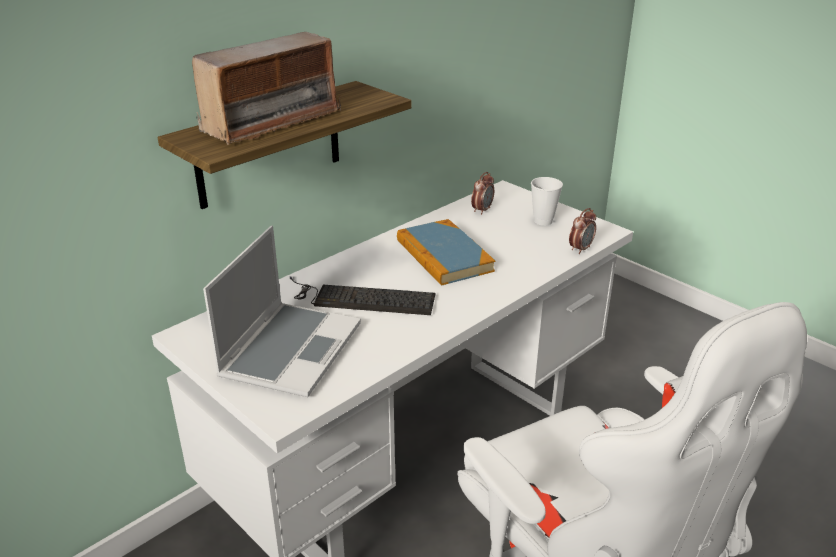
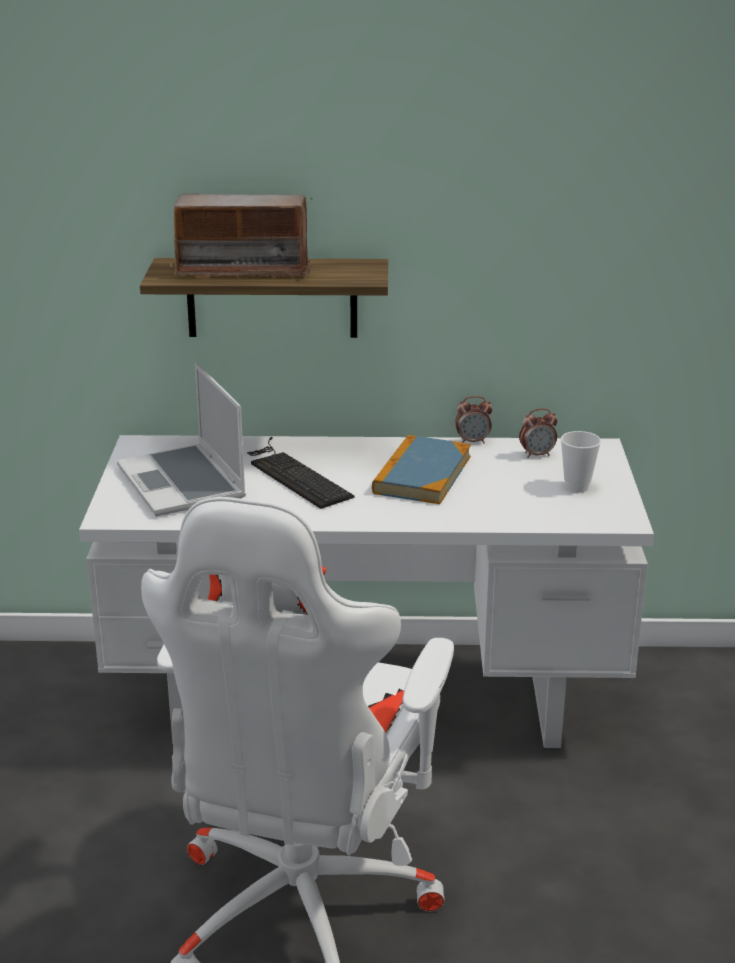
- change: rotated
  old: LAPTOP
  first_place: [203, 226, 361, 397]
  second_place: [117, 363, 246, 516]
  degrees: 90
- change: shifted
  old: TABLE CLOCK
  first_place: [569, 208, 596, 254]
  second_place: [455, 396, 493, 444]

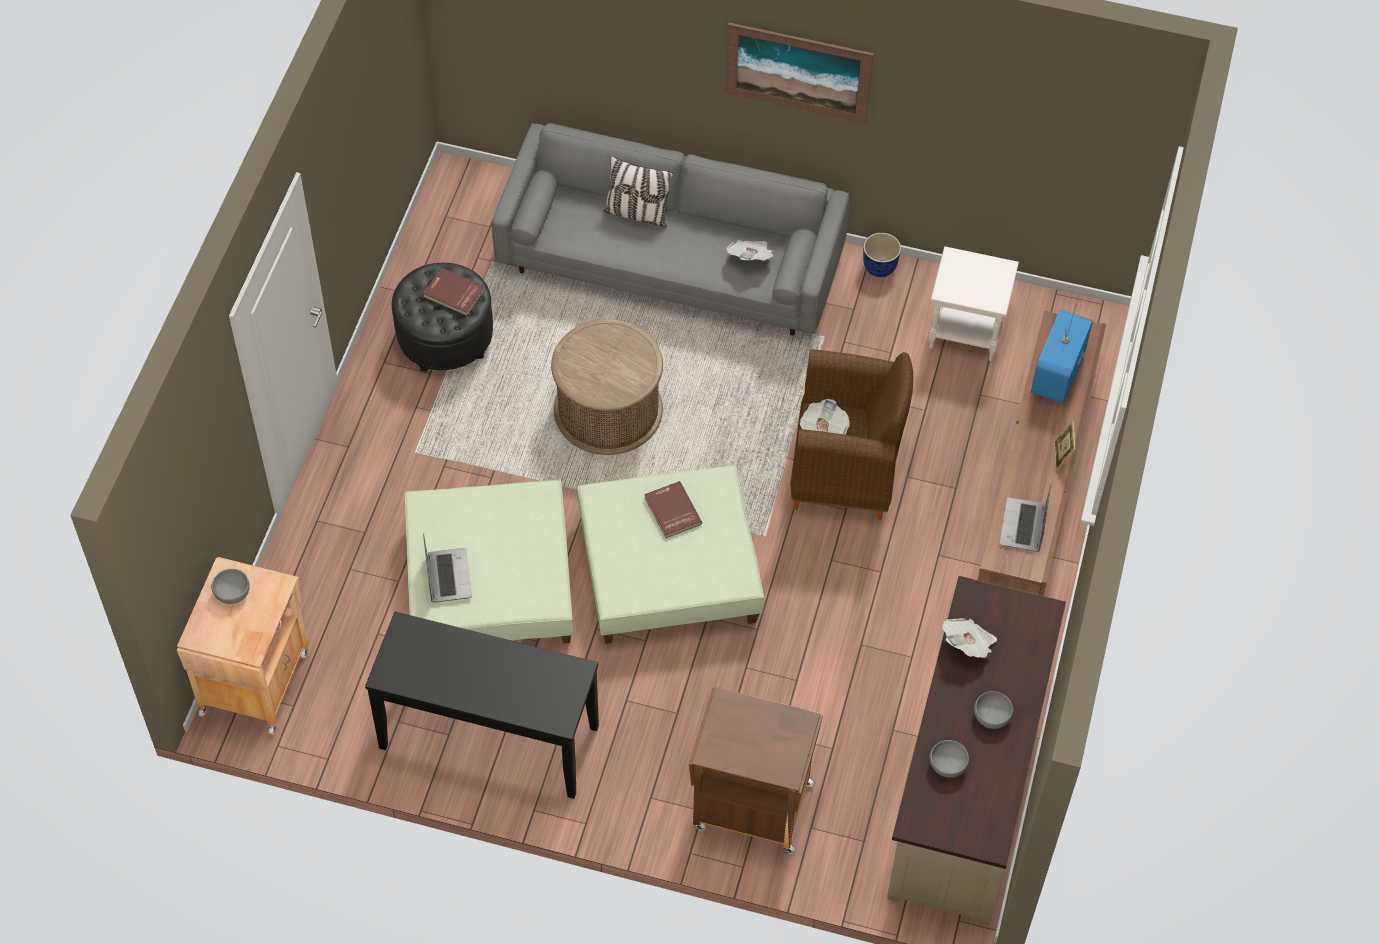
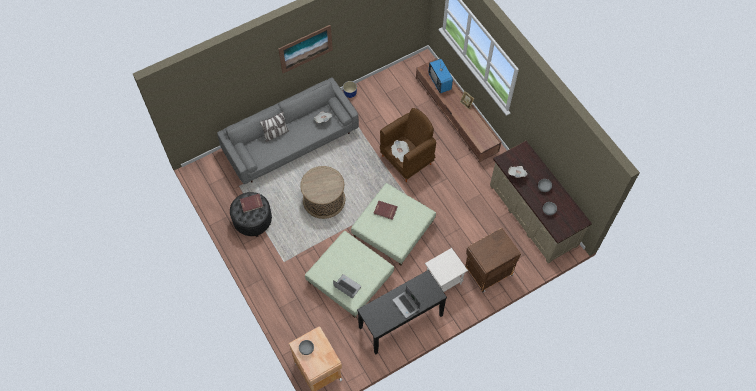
- change: shifted
  old: WHITE-COLOURED SIDE TABLE
  first_place: [929, 246, 1019, 361]
  second_place: [425, 248, 468, 292]
- change: shifted
  old: LAPTOP
  first_place: [1000, 484, 1051, 552]
  second_place: [393, 285, 420, 318]

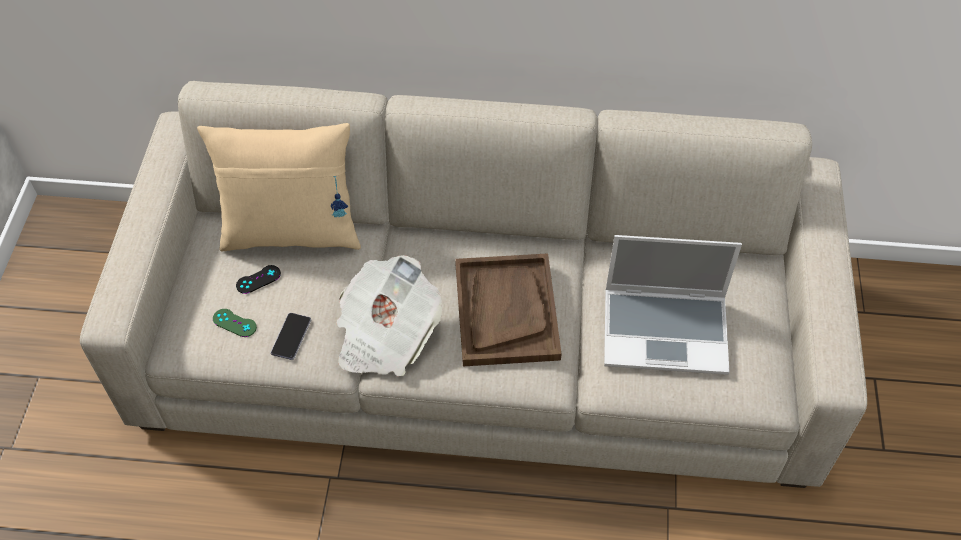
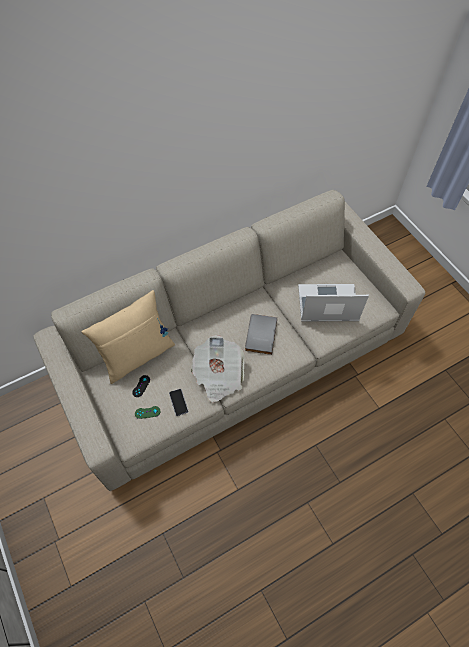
- change: swapped
  old: BROWN CARRYING TRAY
  new: GRAY BOOK
  first_place: [455, 253, 562, 366]
  second_place: [245, 314, 277, 355]
- change: rotated
  old: LAPTOP
  first_place: [604, 235, 742, 375]
  second_place: [298, 284, 369, 322]
  degrees: -150

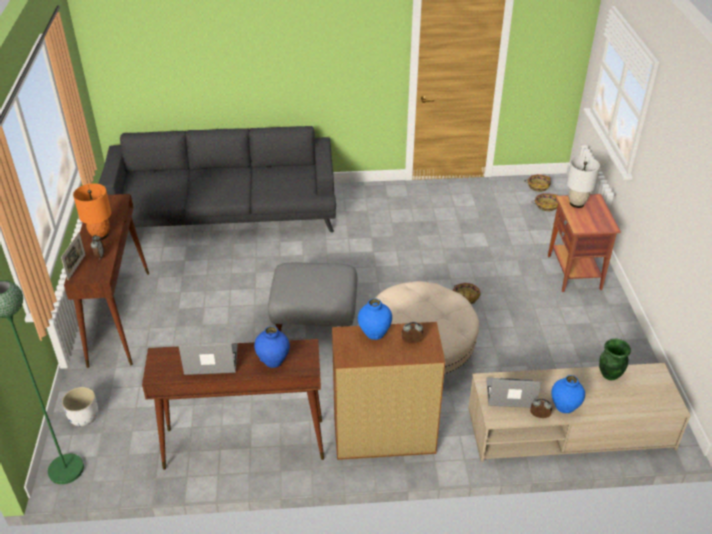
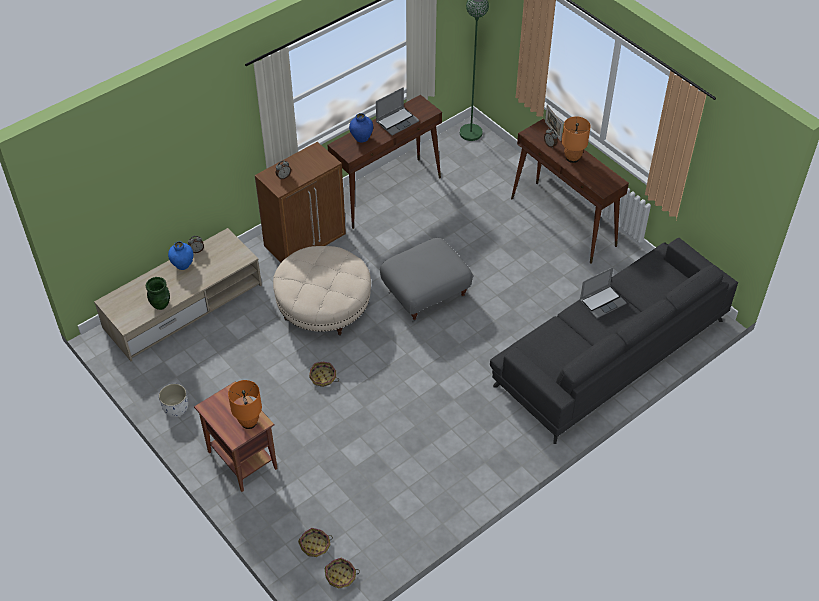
- change: shifted
  old: WHITE-COLOURED FLOWER POT
  first_place: [62, 387, 98, 426]
  second_place: [159, 384, 188, 417]
- change: gone
  old: BLUE FLOWER VASE
  first_place: [358, 299, 392, 340]
- change: shifted
  old: LAPTOP
  first_place: [486, 378, 541, 408]
  second_place: [580, 267, 626, 319]
- change: repainted
  old: WHITE-COLOURED TABLE LAMP
  new: ORANGE-COLOURED TABLE LAMP
  first_place: [567, 156, 600, 208]
  second_place: [228, 380, 262, 429]

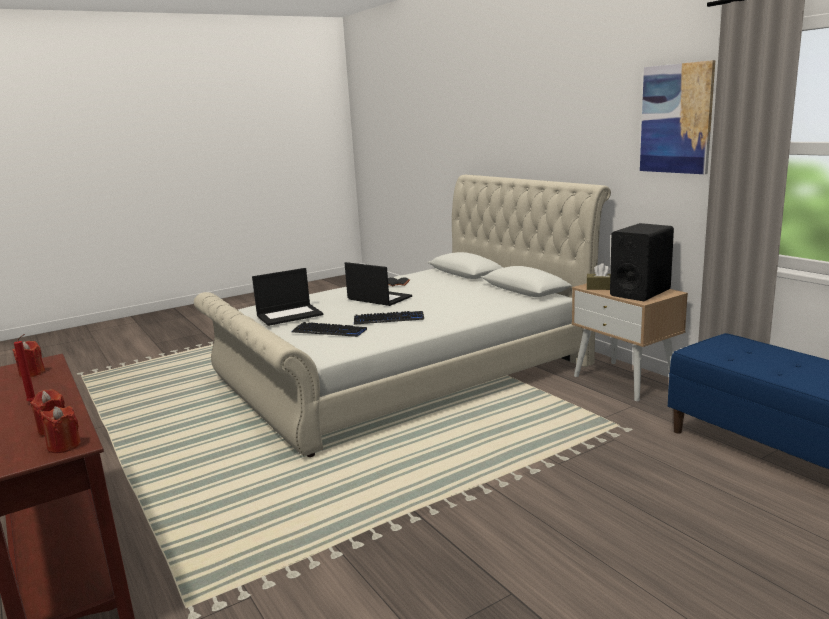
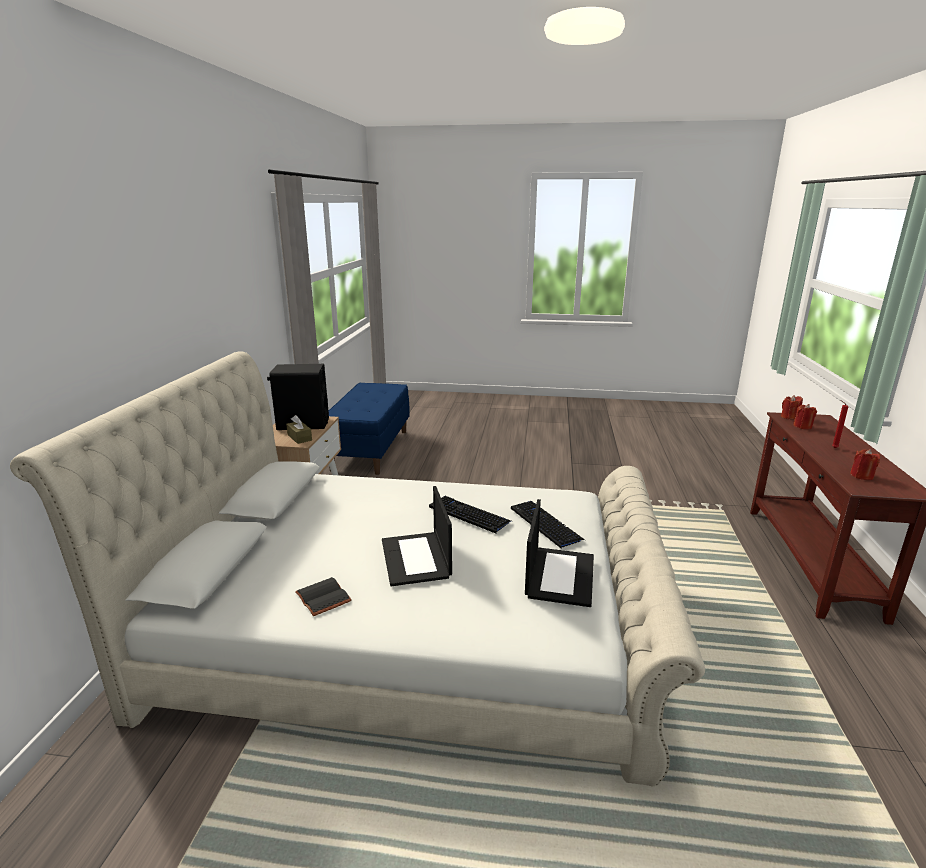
- change: rotated
  old: LAPTOP
  first_place: [252, 268, 323, 326]
  second_place: [525, 499, 594, 607]
  degrees: 90
- change: gone
  old: WALL PICTURE
  first_place: [640, 60, 715, 174]

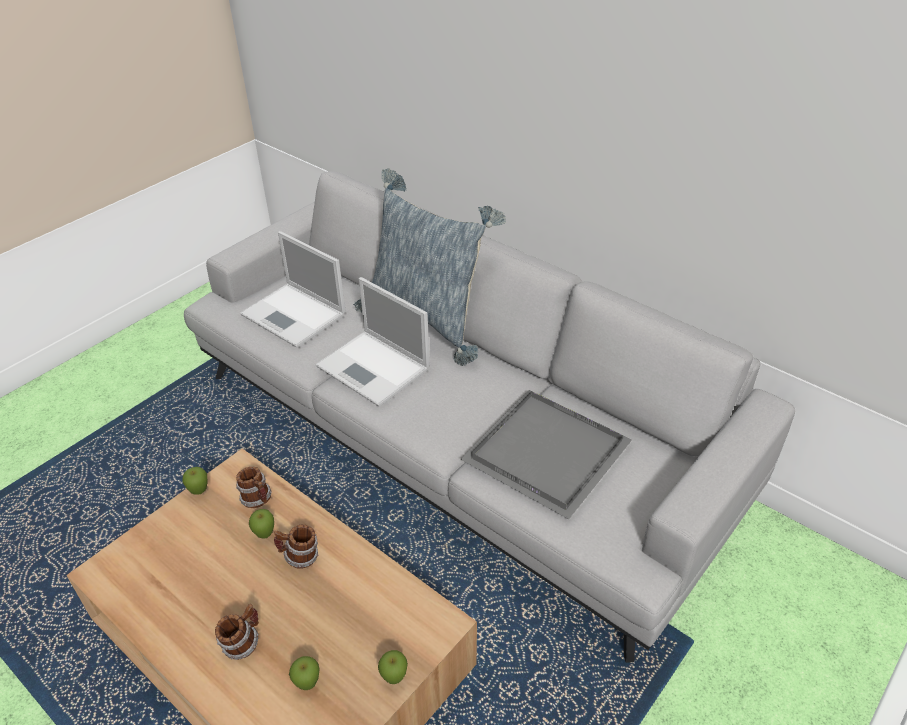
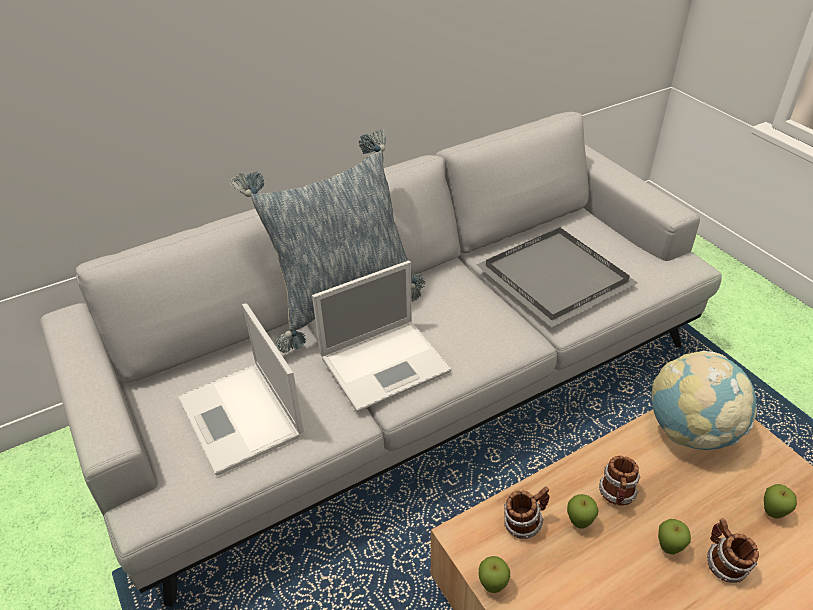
- change: rotated
  old: LAPTOP
  first_place: [240, 231, 346, 348]
  second_place: [178, 304, 304, 476]
  degrees: 90
- change: shifted
  old: WHOLE APPLE
  first_place: [378, 650, 408, 684]
  second_place: [658, 519, 691, 554]
- change: new
  new: GLOBE
  second_place: [652, 351, 757, 450]

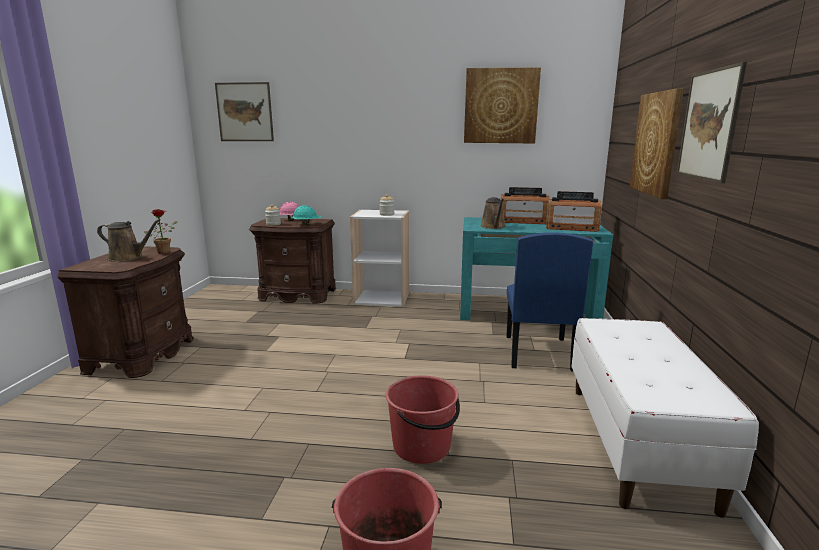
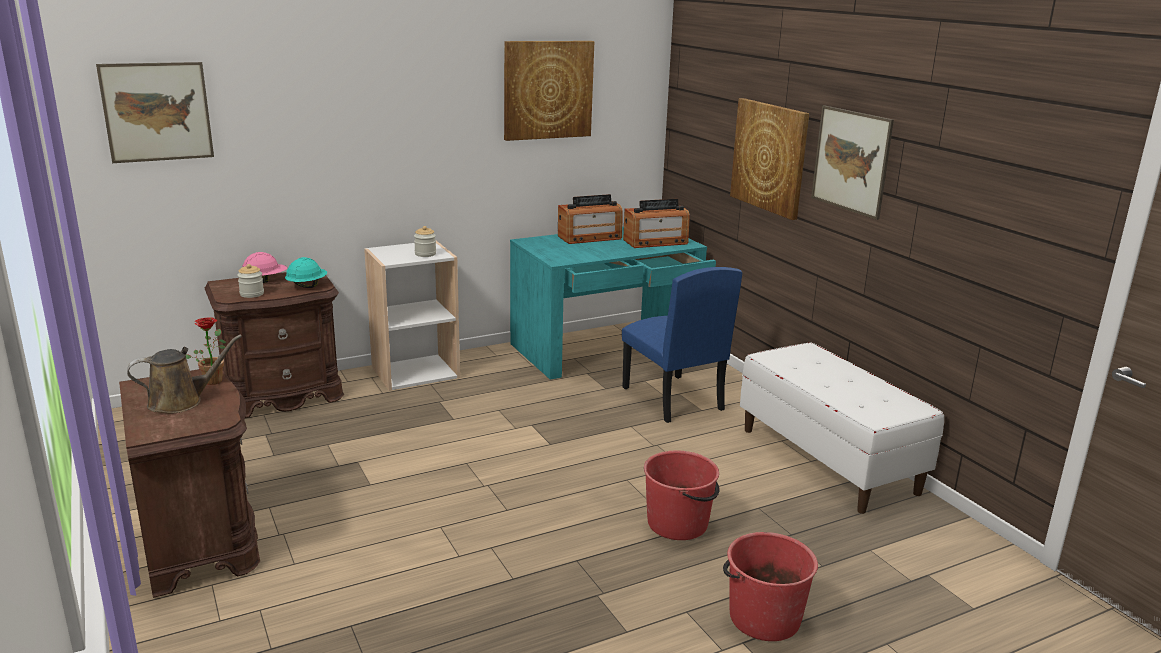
- change: gone
  old: BROWN WATERING POT
  first_place: [480, 197, 505, 229]

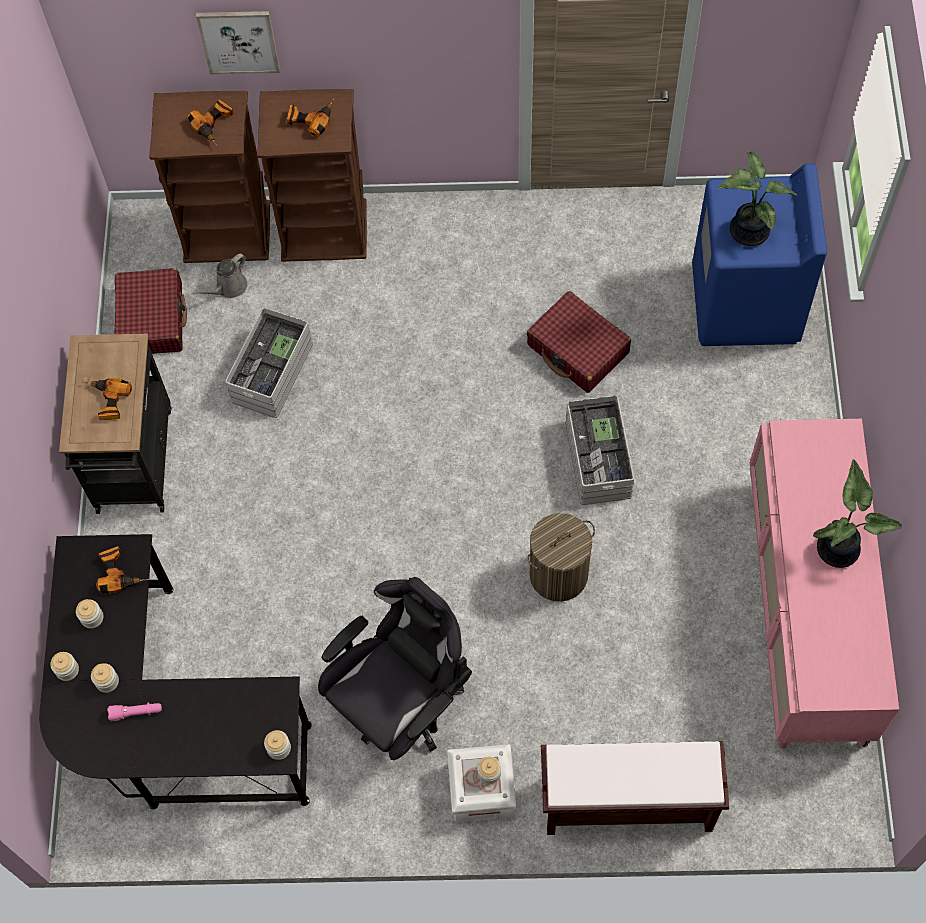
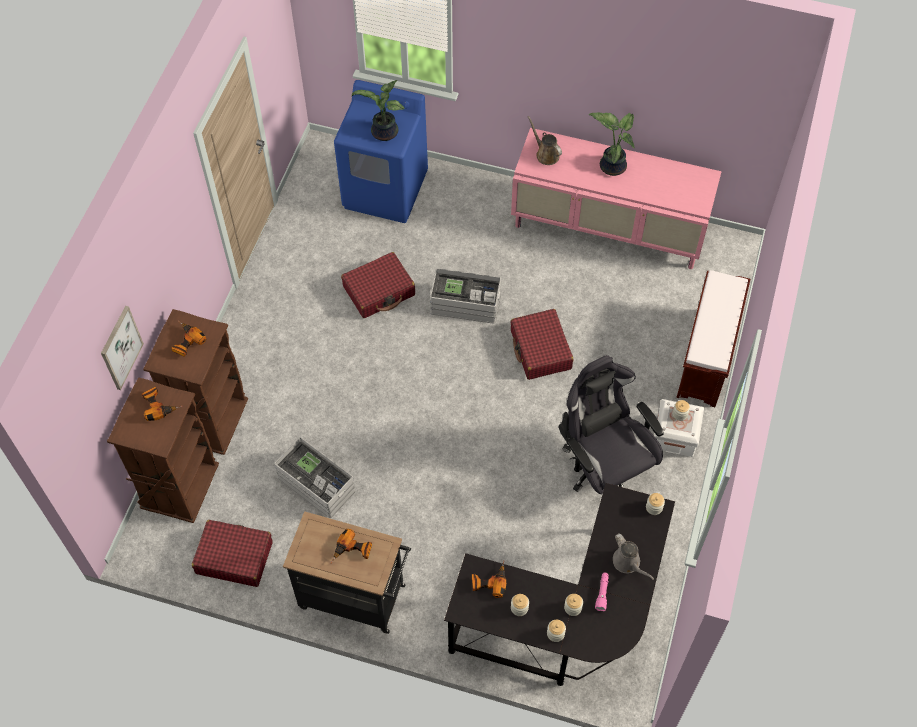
- change: shifted
  old: GRAY WATERING POT
  first_place: [193, 253, 248, 299]
  second_place: [613, 533, 654, 580]
- change: swapped
  old: WASHING BASKET
  new: RED TRAVEL CASE
  first_place: [527, 513, 595, 602]
  second_place: [510, 309, 574, 380]
- change: new
  new: BROWN WATERING POT
  second_place: [528, 116, 562, 165]

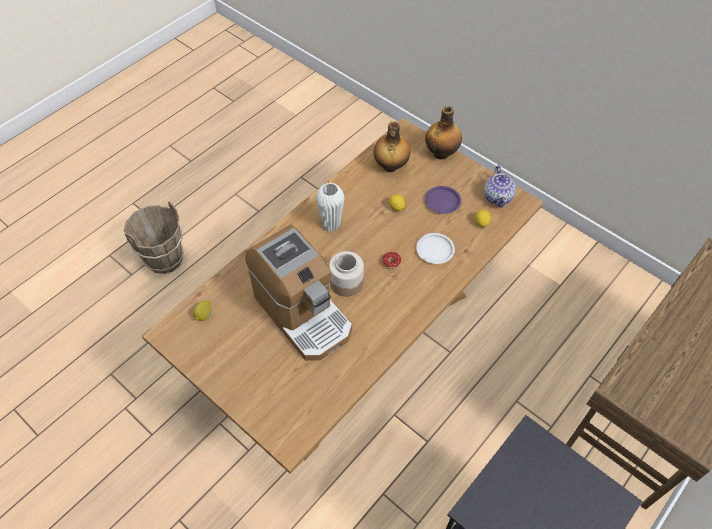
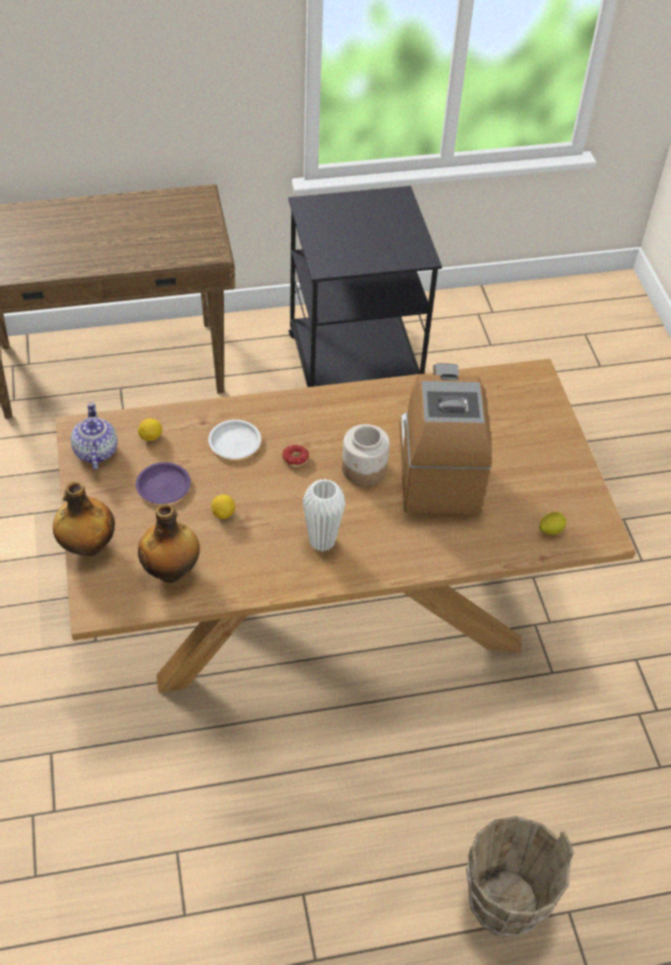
- change: rotated
  old: TEAPOT
  first_place: [484, 166, 516, 208]
  second_place: [71, 402, 118, 470]
  degrees: -45

